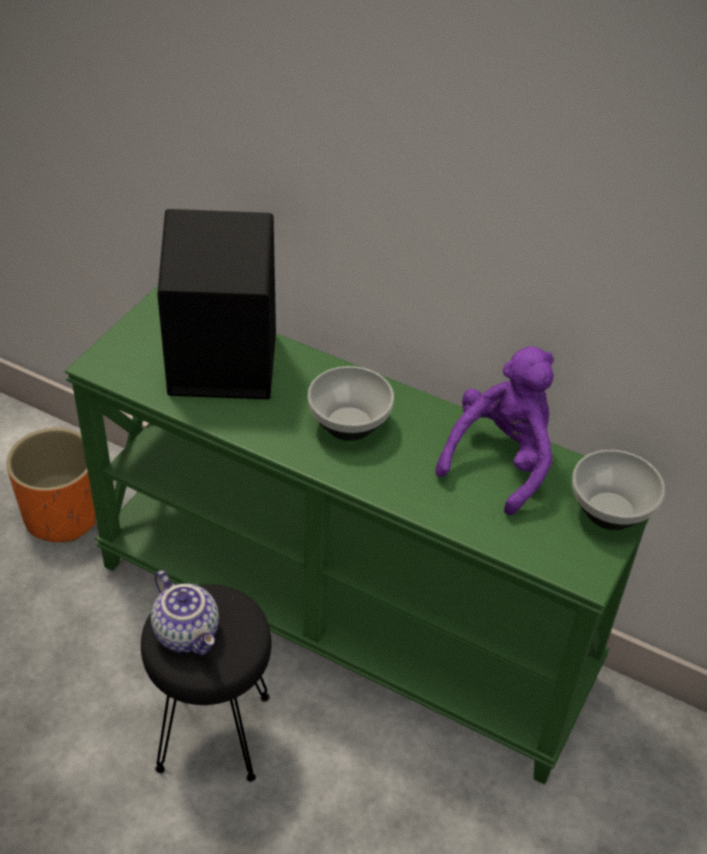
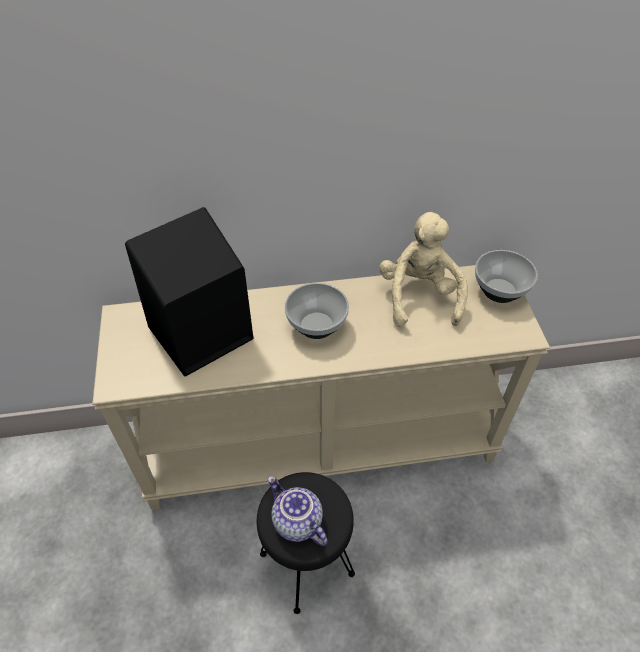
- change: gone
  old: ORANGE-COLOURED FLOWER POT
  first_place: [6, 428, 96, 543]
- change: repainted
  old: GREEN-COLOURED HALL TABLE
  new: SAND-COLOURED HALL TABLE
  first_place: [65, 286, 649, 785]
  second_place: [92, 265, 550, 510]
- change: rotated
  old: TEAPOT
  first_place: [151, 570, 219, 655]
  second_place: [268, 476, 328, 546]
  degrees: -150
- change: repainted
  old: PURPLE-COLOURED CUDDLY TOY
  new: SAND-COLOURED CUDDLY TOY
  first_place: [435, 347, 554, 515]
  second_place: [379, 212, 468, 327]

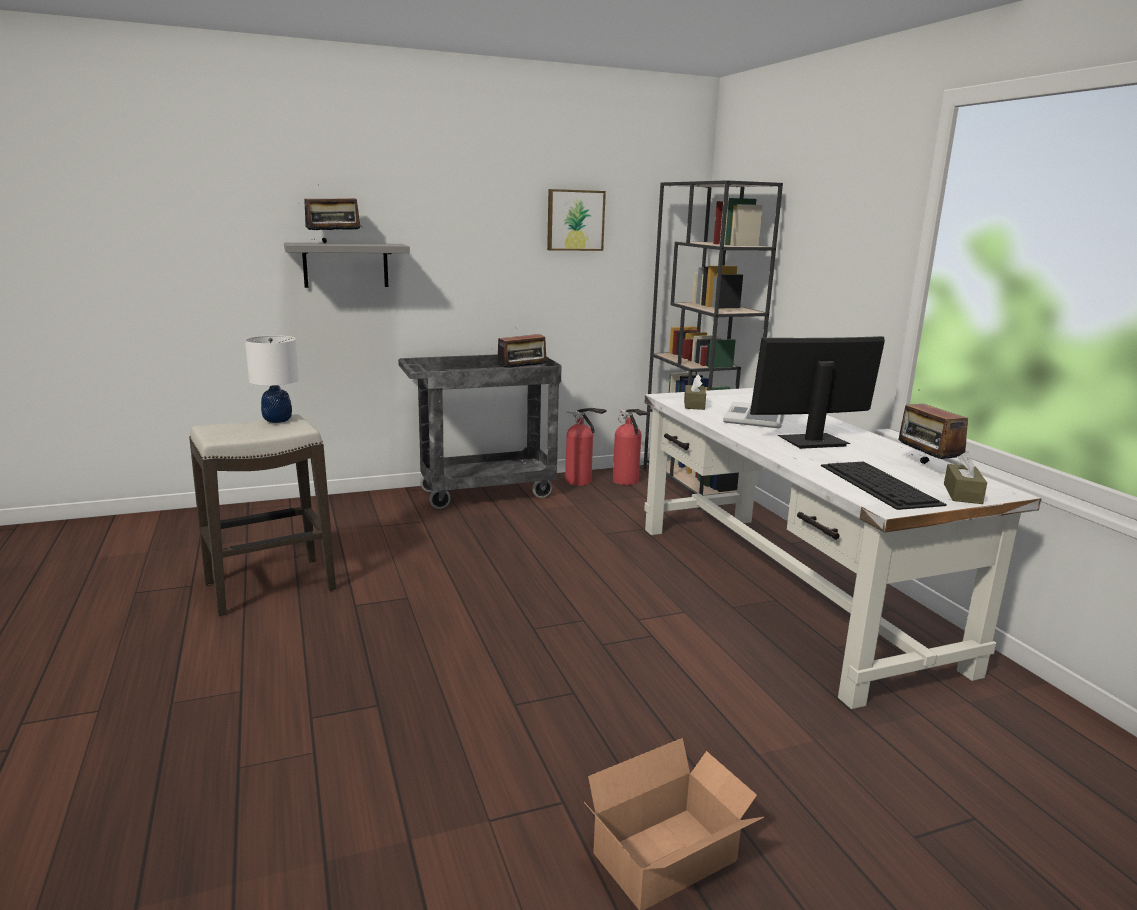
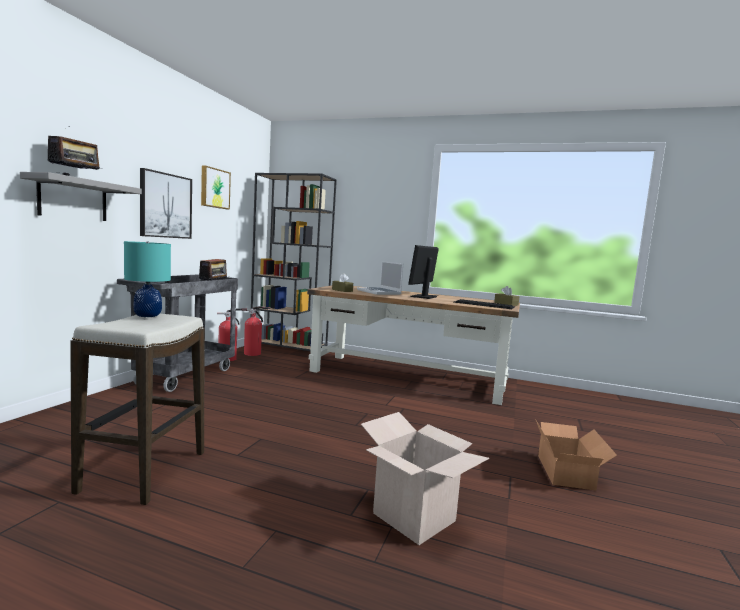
- change: repainted
  old: WHITE-COLOURED TABLE LAMP
  new: TURQUOISE TABLE LAMP
  first_place: [245, 335, 299, 423]
  second_place: [124, 241, 171, 317]
- change: repainted
  old: WHITE-COLOURED DESK
  new: BROWN DESK
  first_place: [644, 388, 1042, 709]
  second_place: [307, 286, 520, 405]
- change: gone
  old: RADIO RECEIVER
  first_place: [898, 390, 968, 464]
- change: new
  new: WALL PICTURE
  second_place: [140, 168, 192, 239]
- change: new
  new: PACKING BOX
  second_place: [361, 412, 490, 545]

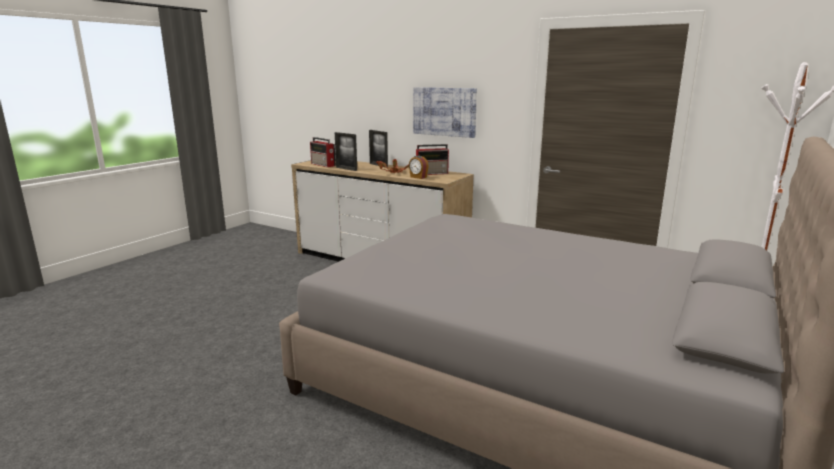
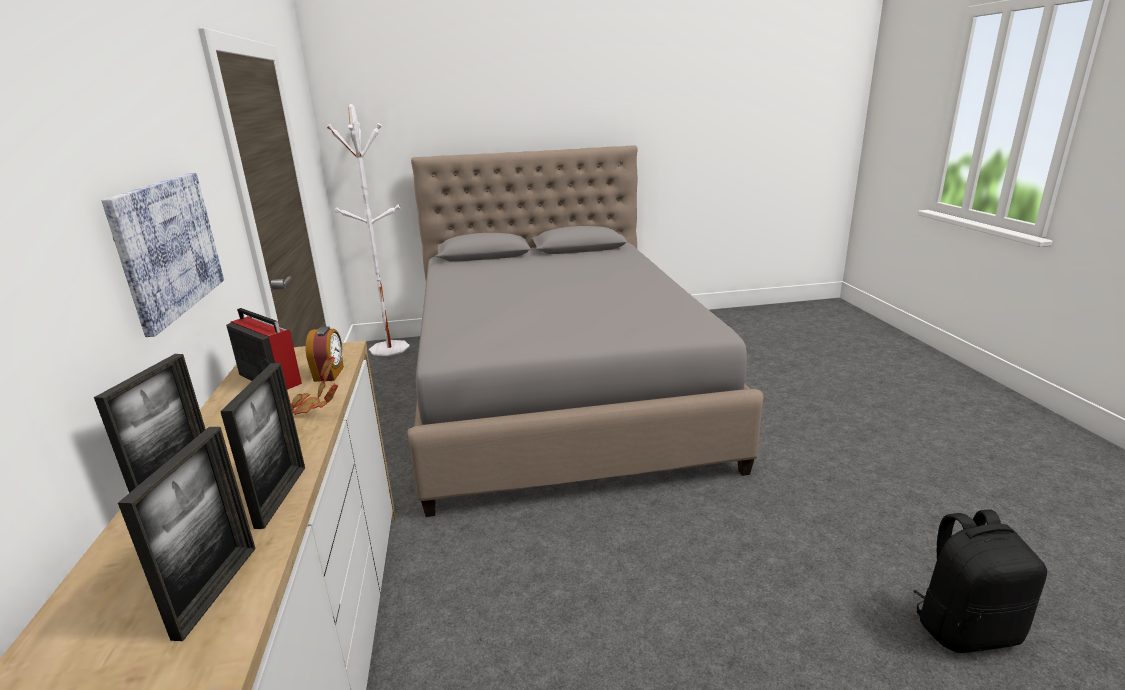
- change: swapped
  old: RADIO RECEIVER
  new: STANDING FRAME
  first_place: [310, 137, 336, 167]
  second_place: [118, 427, 256, 641]
- change: new
  new: BLACK RUCKSACK
  second_place: [913, 509, 1047, 653]

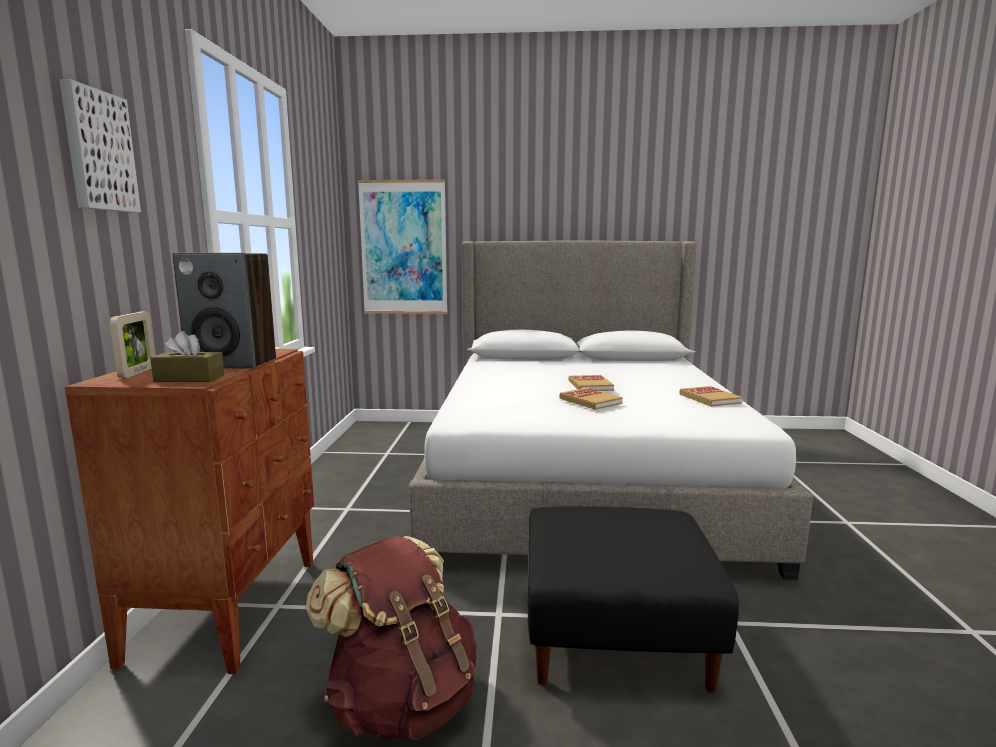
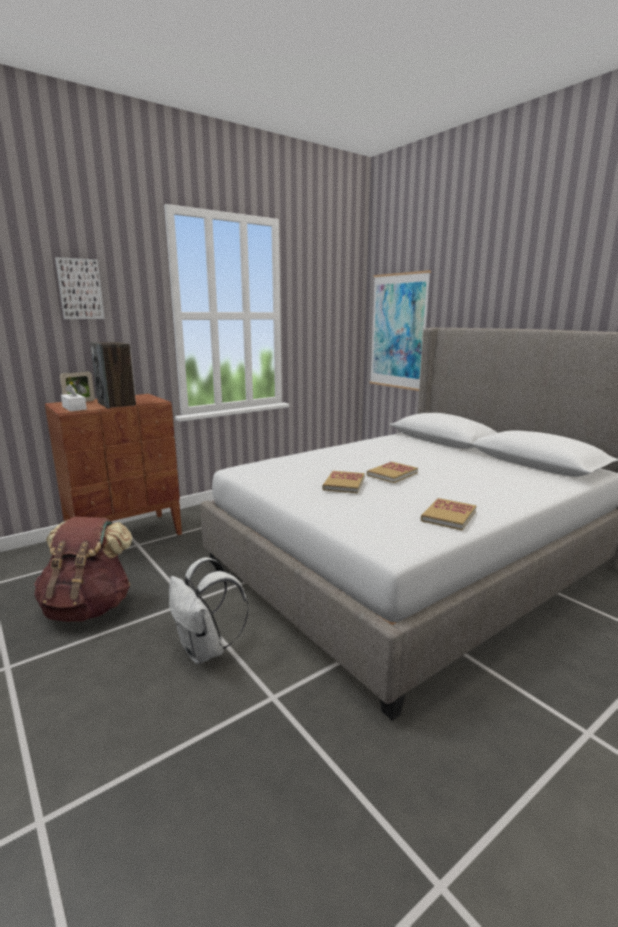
- change: repainted
  old: BROWN TISSUE HOLDER
  new: WHITE-COLOURED TISSUE HOLDER
  first_place: [150, 331, 224, 382]
  second_place: [61, 384, 87, 411]
- change: swapped
  old: BLACK FOOTREST
  new: WHITE-COLOURED RUCKSACK
  first_place: [528, 506, 739, 693]
  second_place: [169, 557, 249, 664]

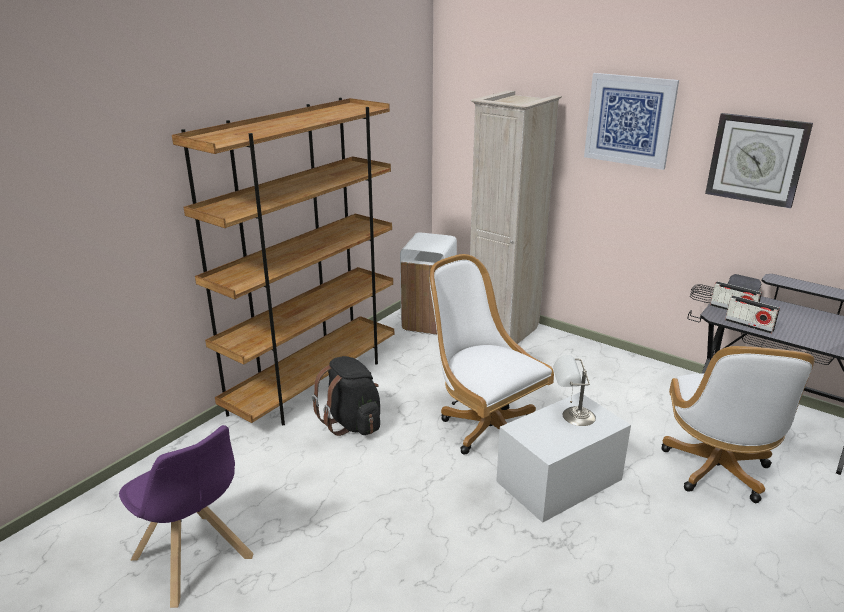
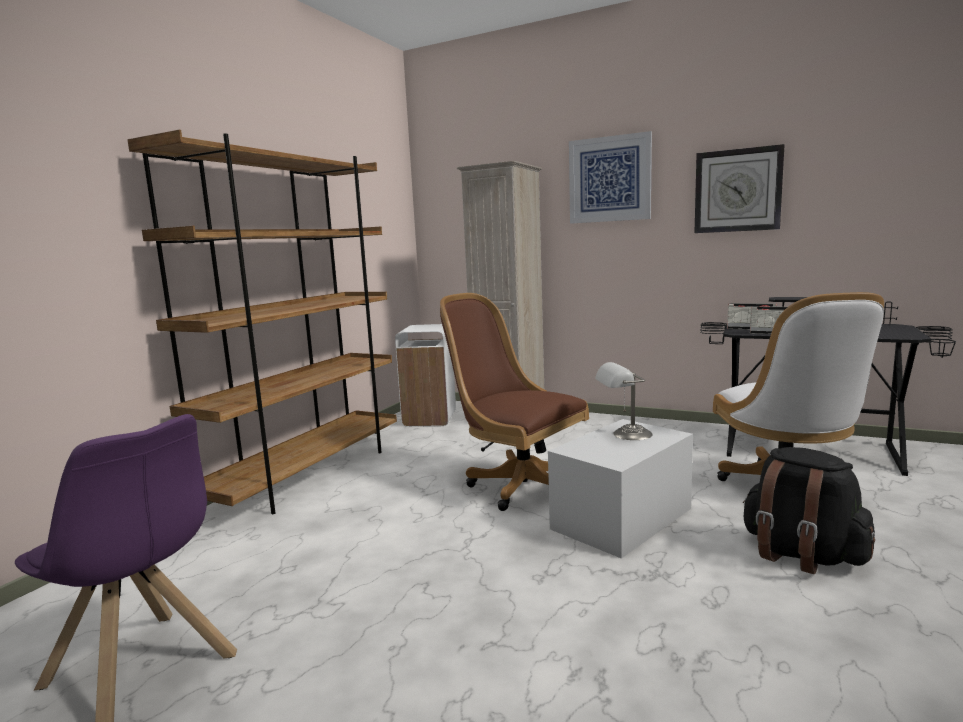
- change: shifted
  old: BLACK RUCKSACK
  first_place: [312, 356, 380, 436]
  second_place: [743, 447, 875, 574]
- change: repainted
  old: WHITE-COLOURED OFFICE CHAIR
  new: BROWN OFFICE CHAIR
  first_place: [430, 254, 554, 455]
  second_place: [440, 293, 589, 511]

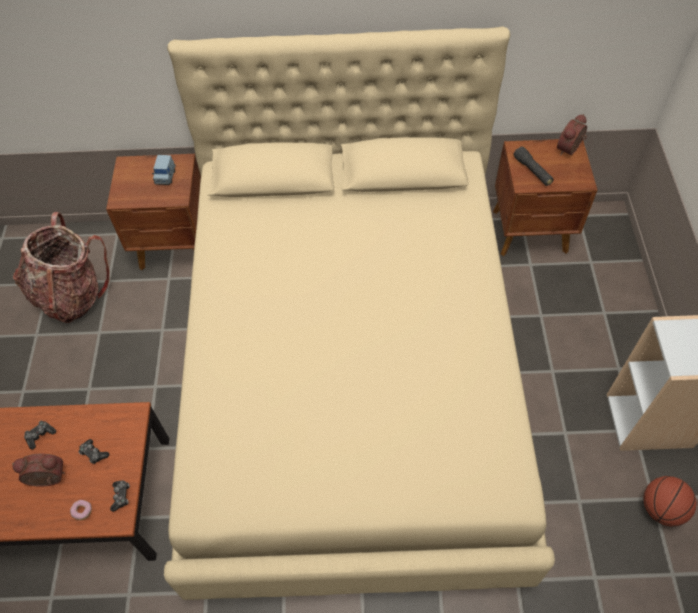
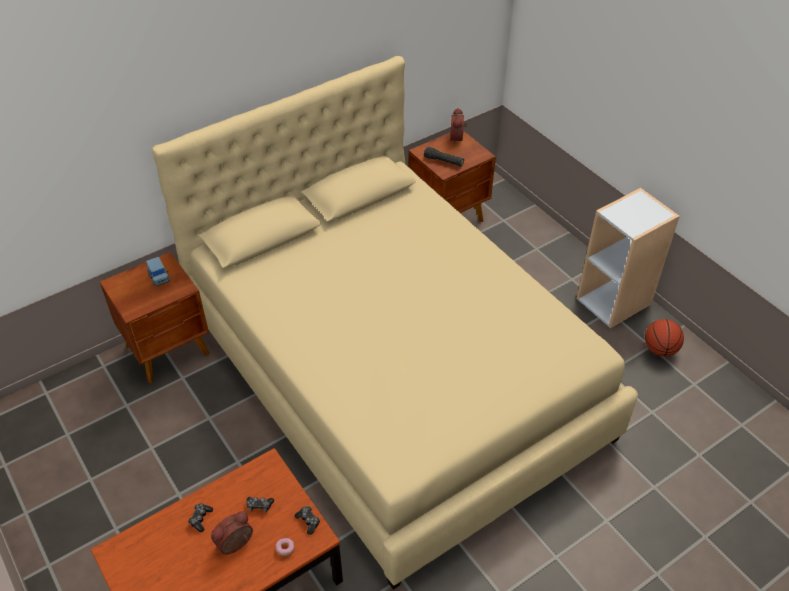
- change: gone
  old: RUCKSACK
  first_place: [13, 212, 110, 323]

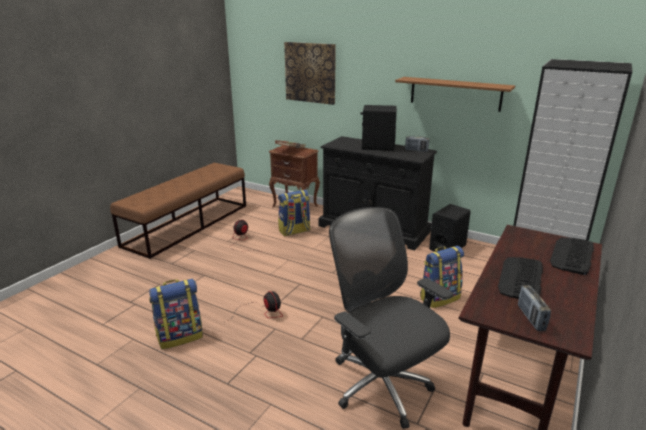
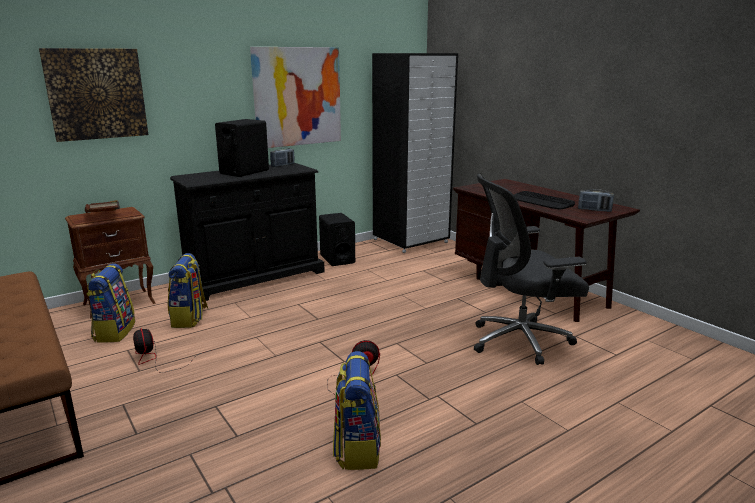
- change: swapped
  old: BROWN BRACKET SHELF
  new: WALL PICTURE
  first_place: [395, 77, 515, 112]
  second_place: [250, 47, 341, 148]
- change: shifted
  old: RUCKSACK
  first_place: [420, 246, 464, 308]
  second_place: [86, 263, 135, 342]
- change: gone
  old: PC KEYBOARD
  first_place: [550, 238, 594, 275]

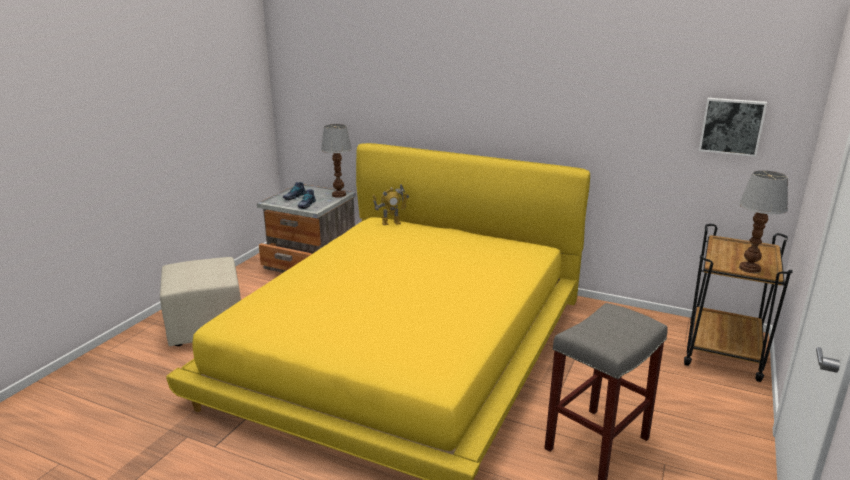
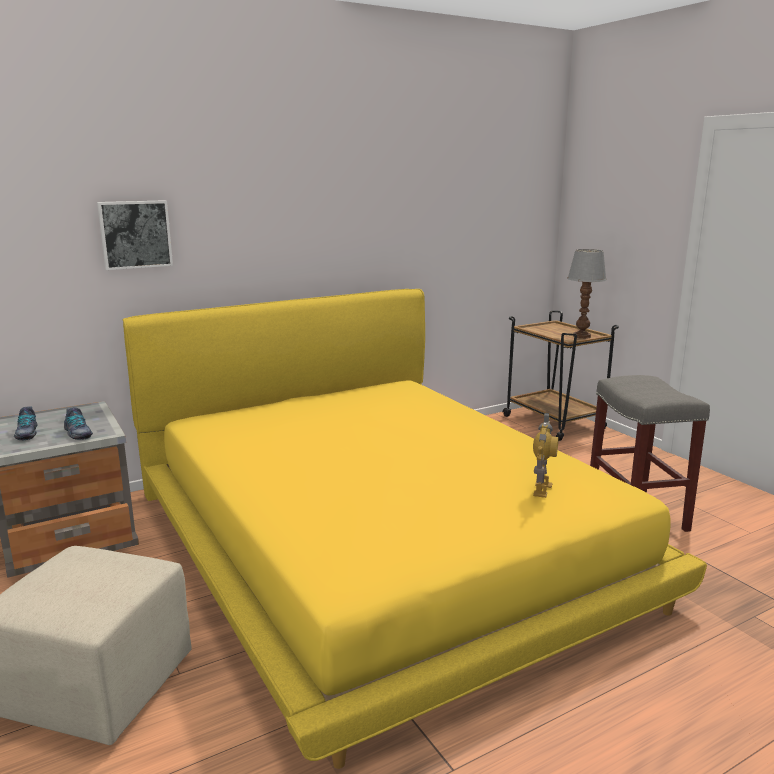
- change: gone
  old: TABLE LAMP
  first_place: [321, 124, 352, 198]
- change: shifted
  old: MODEL ROBOT
  first_place: [372, 184, 409, 225]
  second_place: [533, 413, 559, 498]
- change: shifted
  old: WALL PICTURE
  first_place: [699, 98, 767, 157]
  second_place: [97, 200, 173, 270]

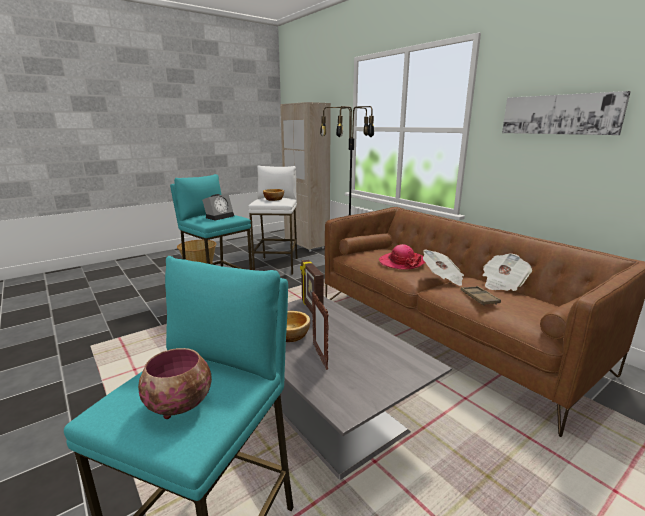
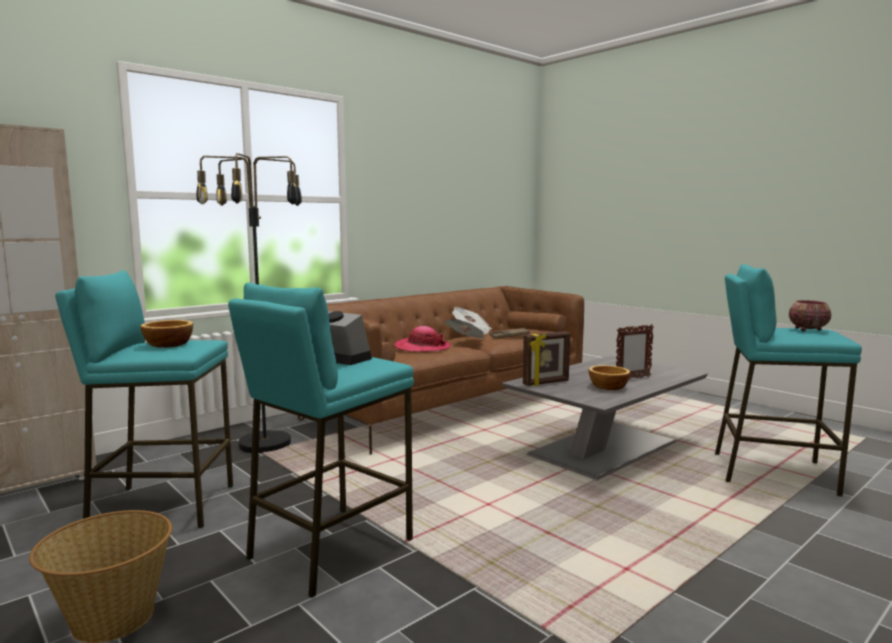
- change: repainted
  old: WHITE-COLOURED STOOL SEAT
  new: TURQUOISE STOOL SEAT
  first_place: [248, 165, 298, 275]
  second_place: [55, 270, 233, 528]
- change: gone
  old: WALL PICTURE
  first_place: [502, 91, 631, 135]

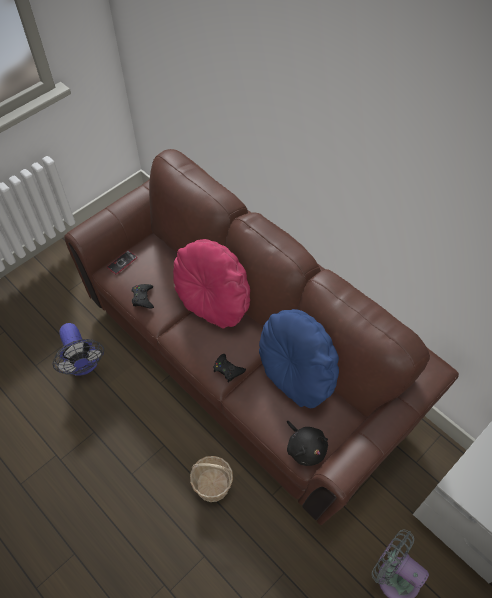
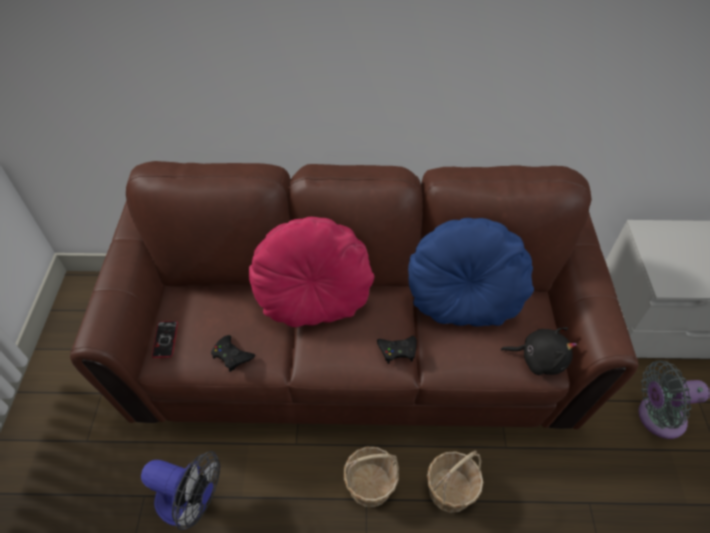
- change: new
  new: HOUSEHOLD BASKET
  second_place: [343, 447, 399, 507]

